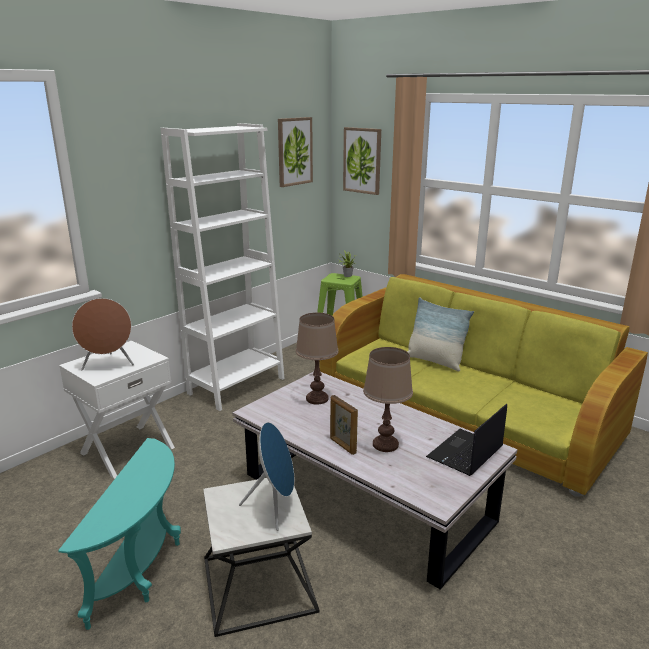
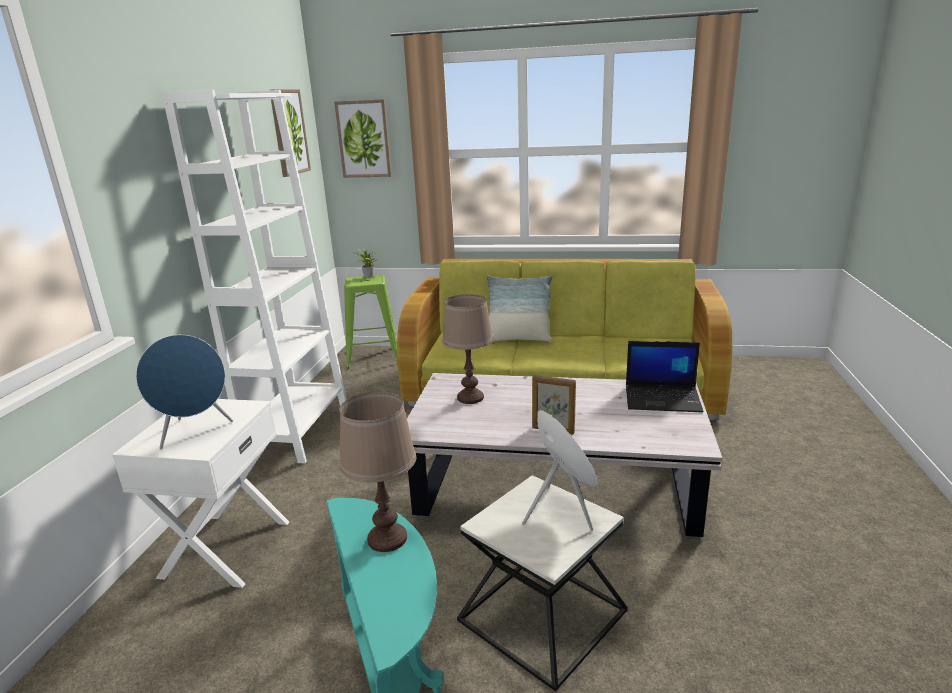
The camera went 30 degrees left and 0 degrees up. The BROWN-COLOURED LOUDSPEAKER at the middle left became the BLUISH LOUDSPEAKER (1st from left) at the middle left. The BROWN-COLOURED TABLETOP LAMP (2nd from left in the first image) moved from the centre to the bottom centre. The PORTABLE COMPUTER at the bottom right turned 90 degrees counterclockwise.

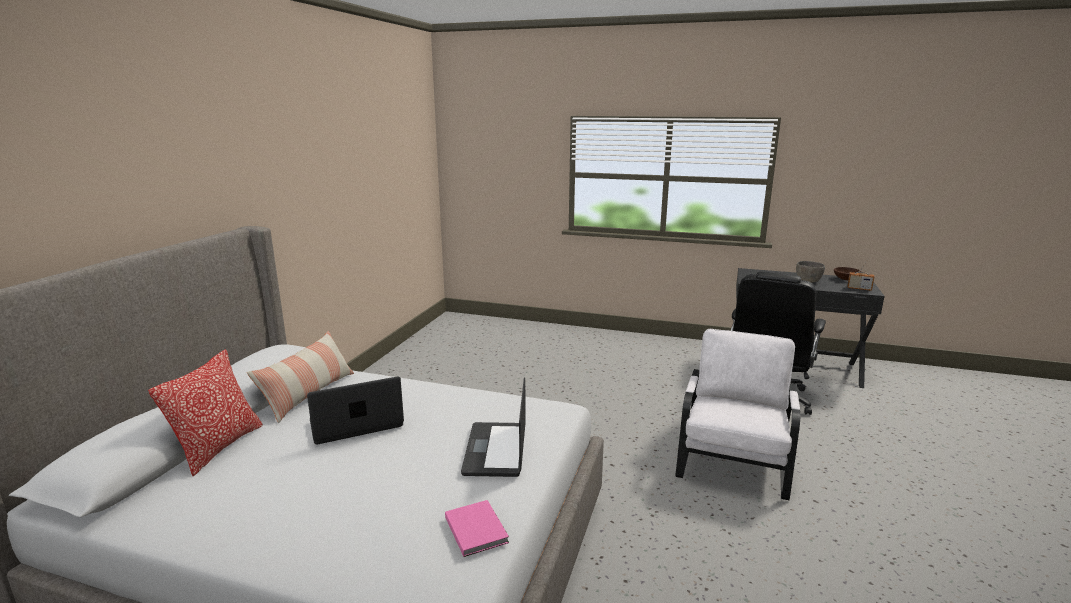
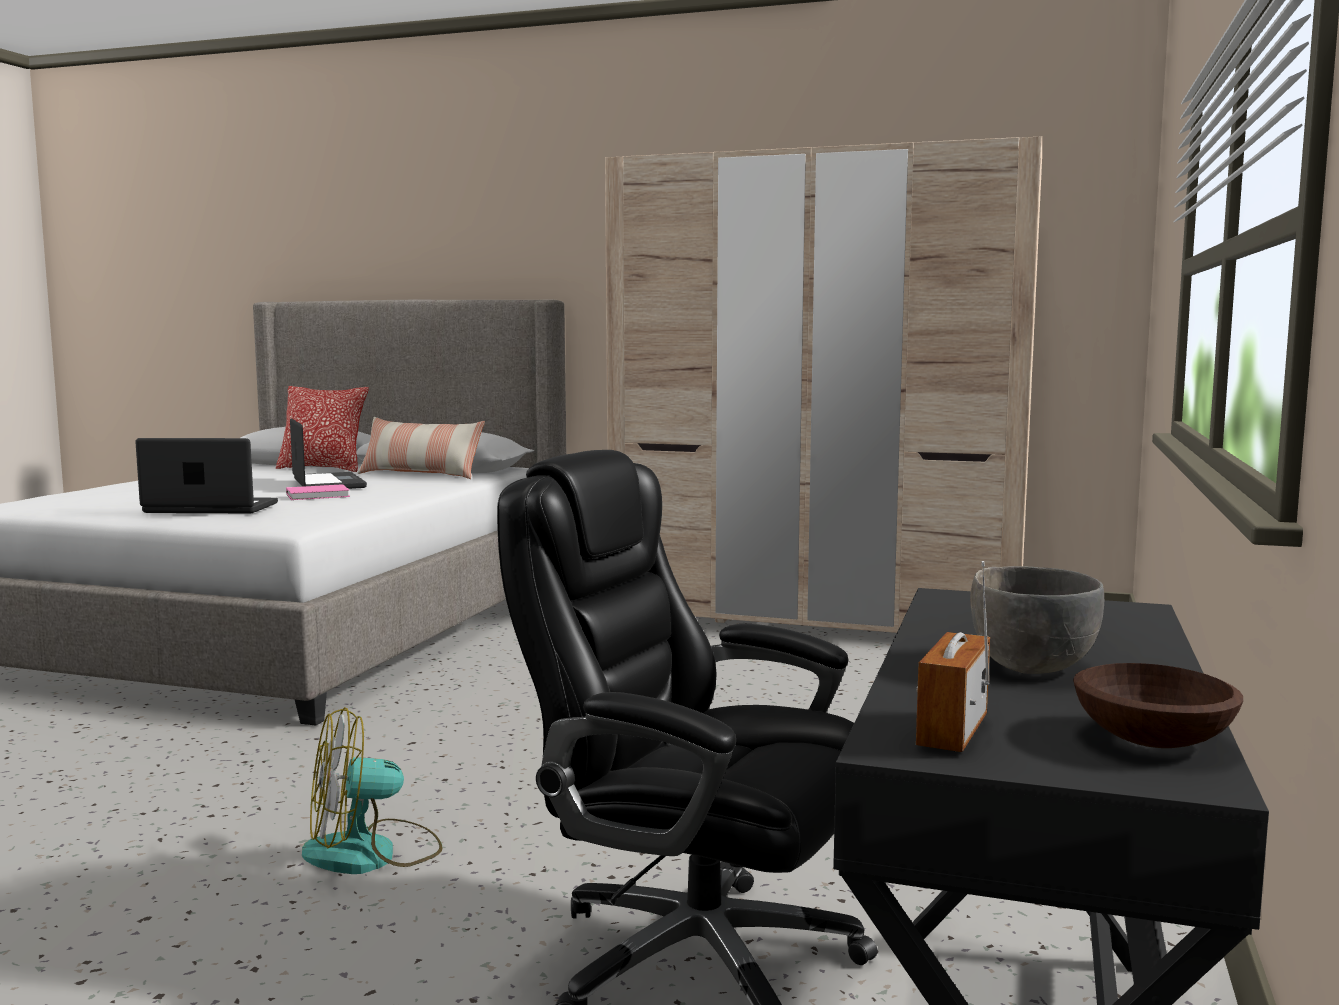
The camera went 90 degrees right and 10 degrees down. The WHITISH EASY CHAIR at the bottom right was replaced by the FAN at the bottom left. The PINKISH BOUND BOOK moved from the bottom centre to the middle left. The BEIGE ARMOIRE at the centre appeared.

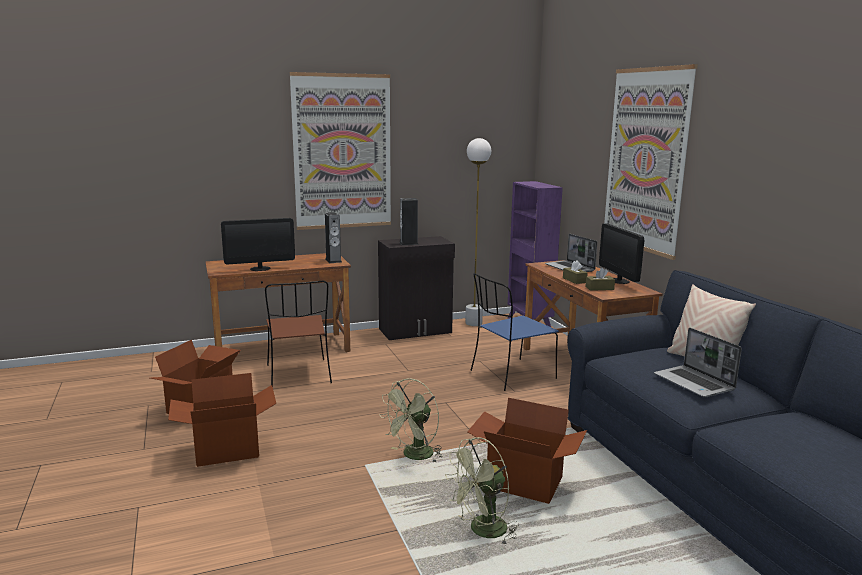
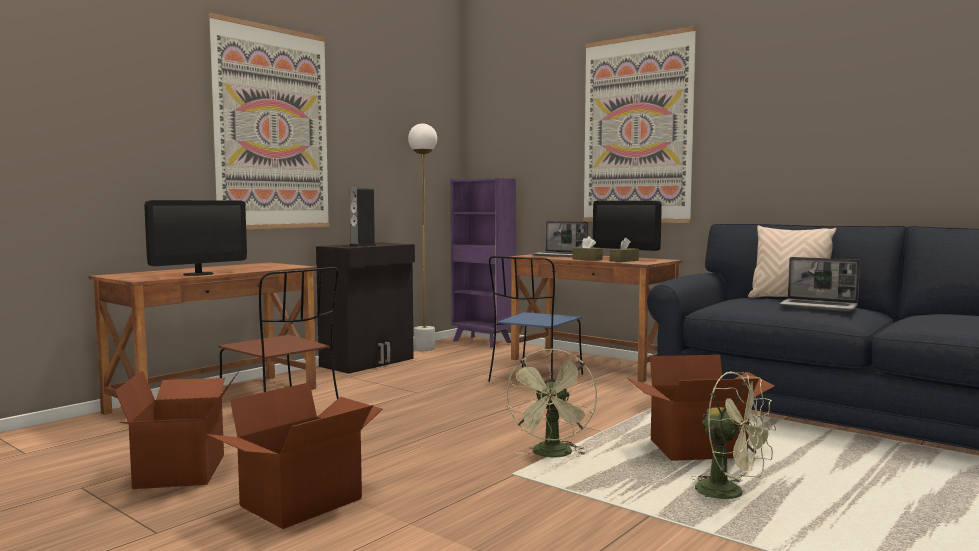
The camera went 30 degrees left and 10 degrees down. The LOUDSPEAKER (1st from left) at the centre disappeared. The GREEN FAN (2nd from left) at the bottom centre turned 75 degrees counterclockwise.

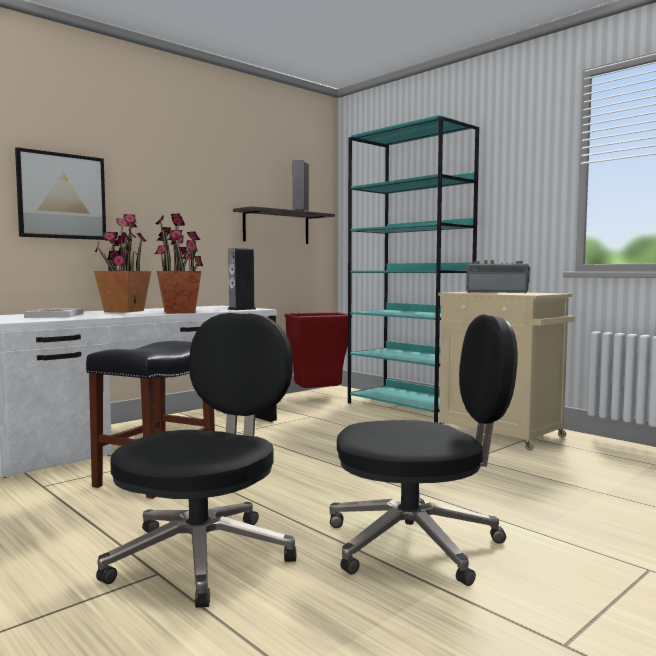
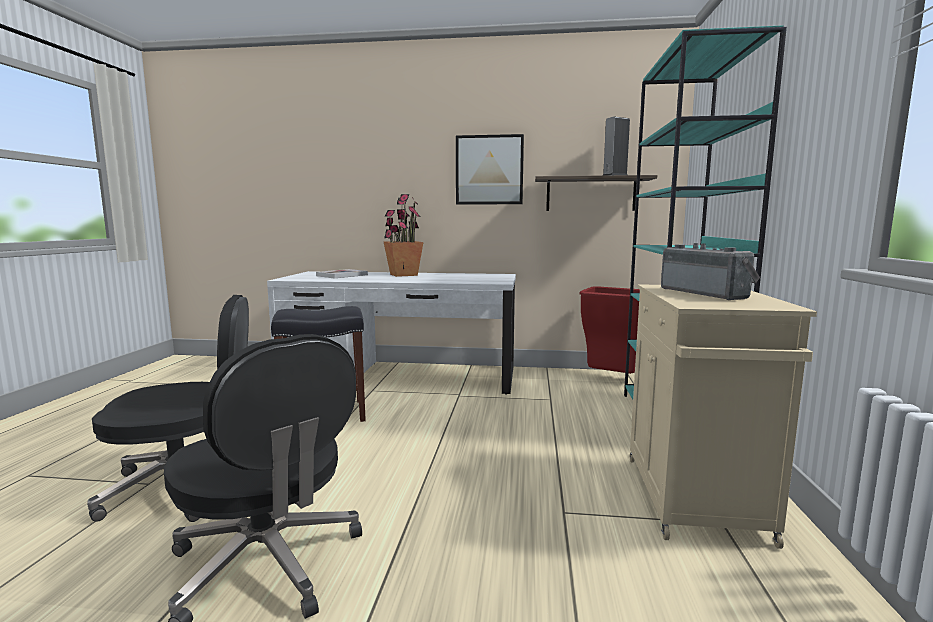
The camera went 50 degrees right and 5 degrees up. The WALL PICTURE moved from the top left to the top centre. The POTTED PLANT (2nd from left) at the middle left disappeared. The LOUDSPEAKER (1st from left) at the centre disappeared.

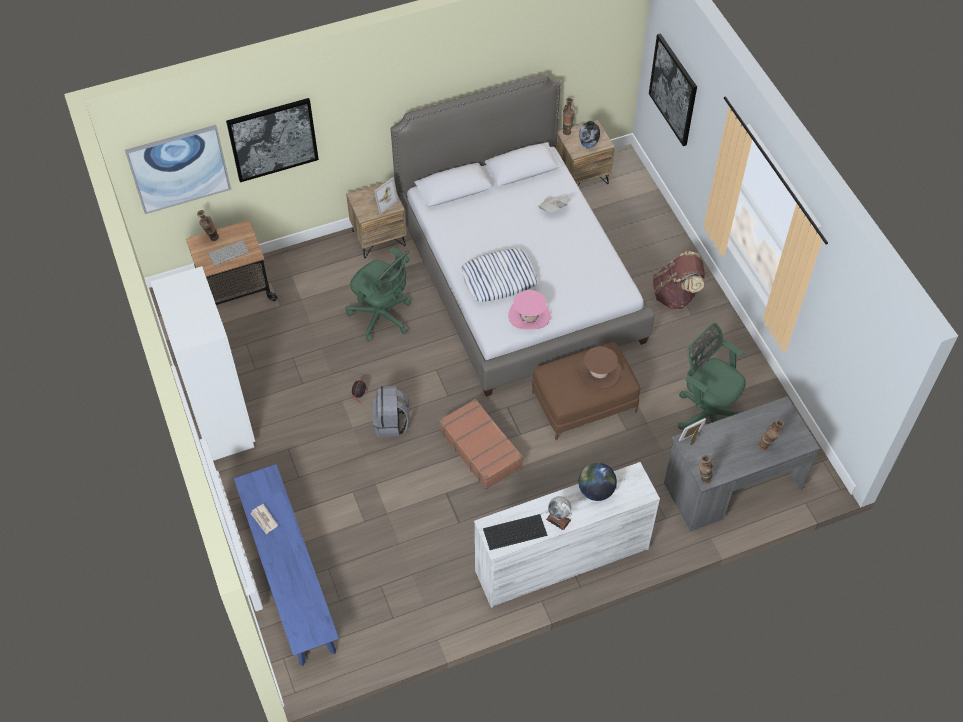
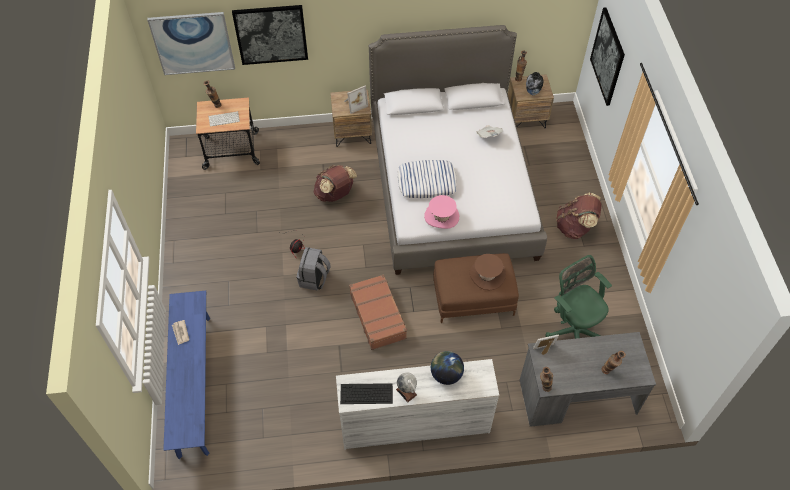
The camera went 15 degrees right and 0 degrees up. The GREEN OFFICE CHAIR (1st from left) at the centre was replaced by the BROWN-COLOURED RUCKSACK (1st from left) at the centre. The WHITISH ARMOIRE at the middle left disappeared.

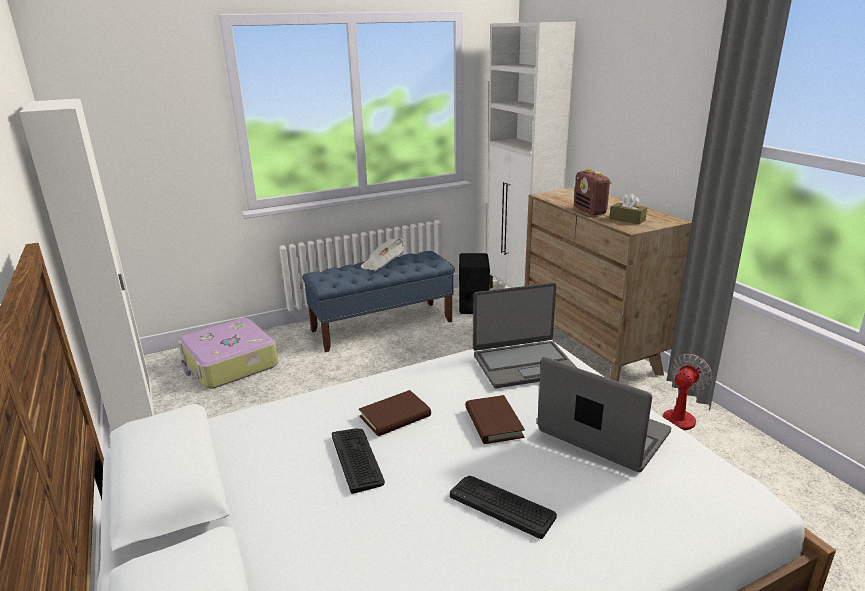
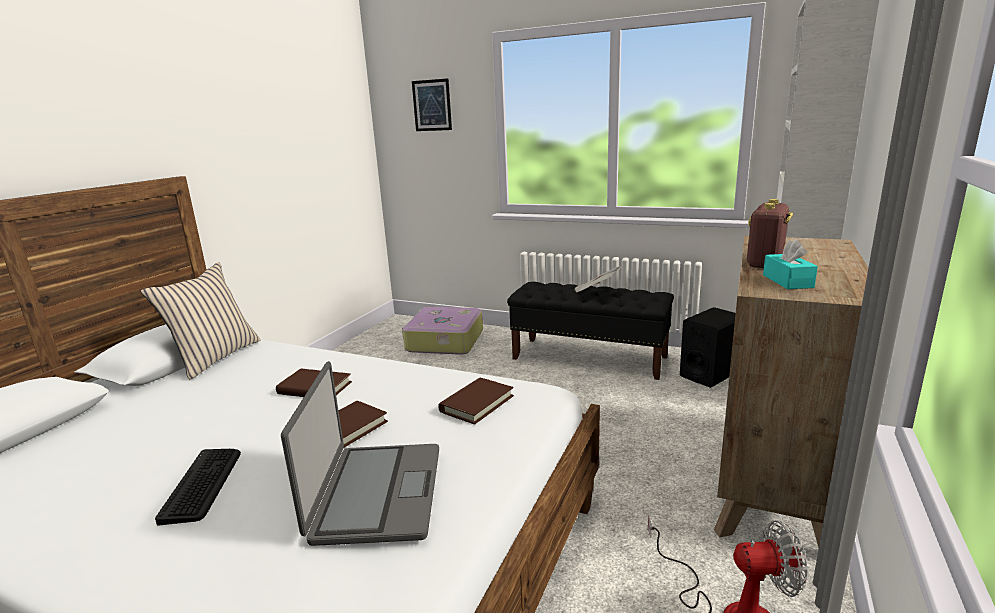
The camera went 50 degrees right and 5 degrees down. The WHITISH ARMOIRE at the middle left disappeared. The BROWN-COLOURED TISSUE BOX at the middle right became the TURQUOISE TISSUE BOX at the middle right. The BLUISH BENCH at the centre became the BLACK-COLOURED BENCH at the centre. The PORTABLE COMPUTER (1st from left) at the centre was replaced by the BROWN-COLOURED BOUND BOOK (3rd from left) at the centre. The COMPUTER KEYBOARD (1st from left) at the bottom centre disappeared. The WALL PICTURE at the top centre appeared. The BEIGE THROW PILLOW at the middle left appeared.

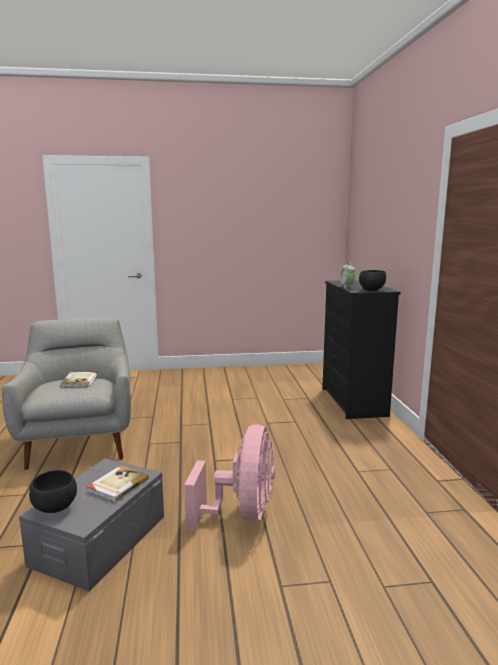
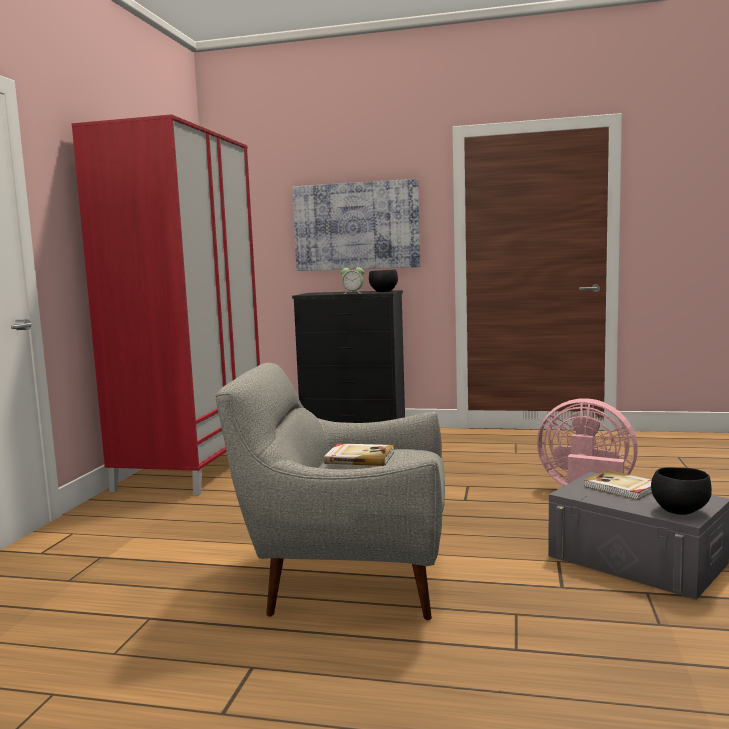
The camera went 70 degrees left and 5 degrees down. The RED-COLOURED ARMOIRE at the middle left appeared. The WALL PICTURE at the top centre appeared.

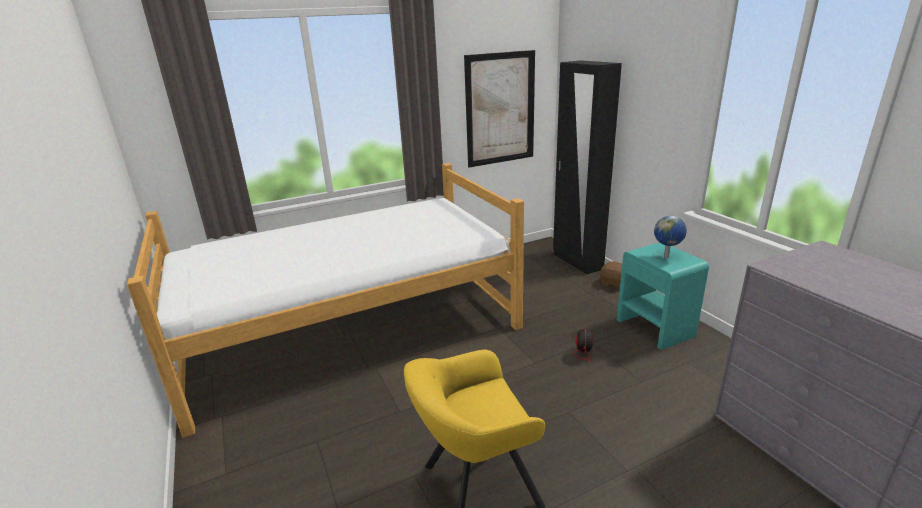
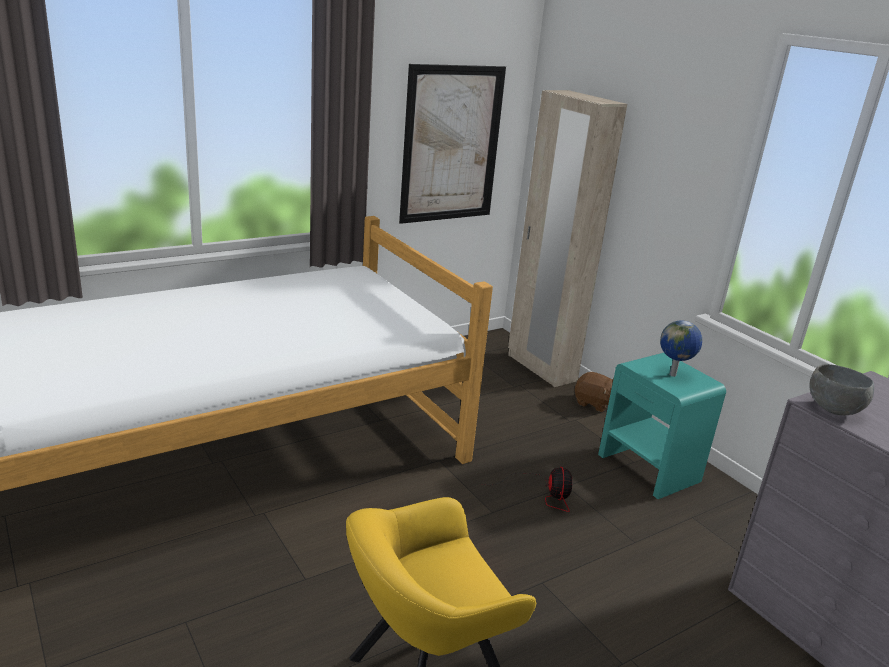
The camera went 10 degrees left and 0 degrees up. The BLACK-COLOURED ARMOIRE at the top centre became the BEIGE ARMOIRE at the centre. The GREY SERVING BOWL at the middle right appeared.

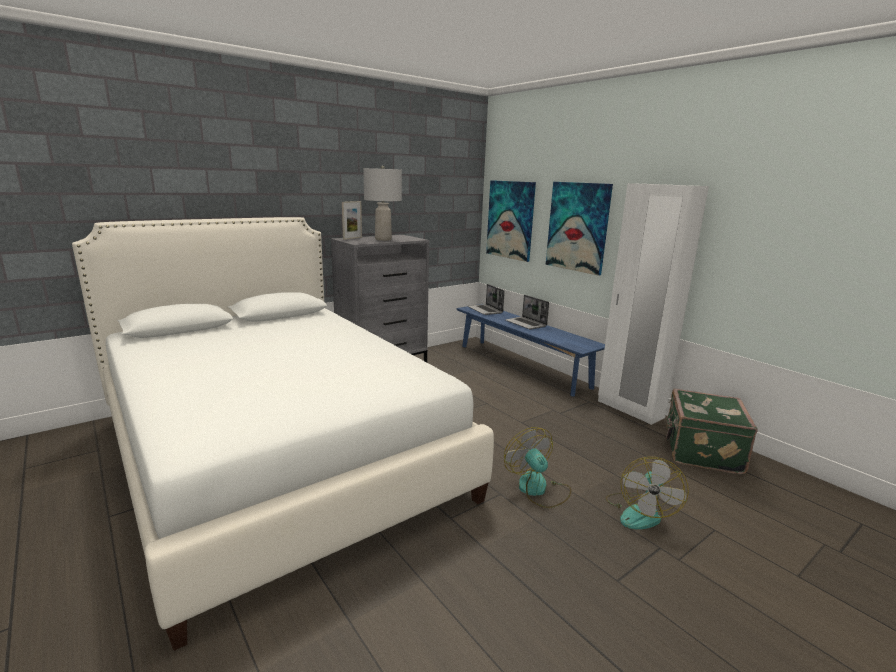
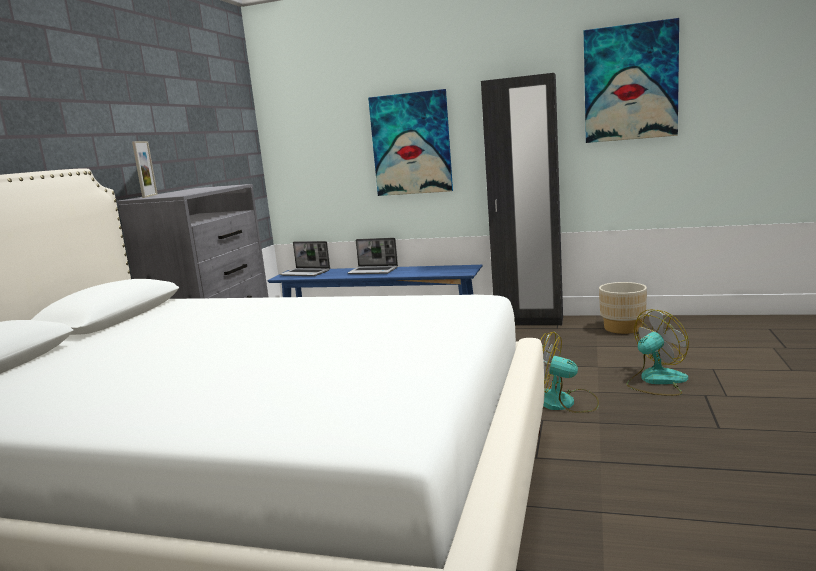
The camera went 35 degrees left and 5 degrees down. The GREY TABLETOP LAMP at the top centre disappeared. The WALL PICTURE (1st from left in the first image) moved from the top centre to the top right. The WHITISH ARMOIRE at the middle right became the BLACK-COLOURED ARMOIRE at the centre. The GREEN SUITCASE at the middle right was replaced by the BEIGE PLANTER at the middle right. The FAN (2nd from left) at the bottom right turned 105 degrees counterclockwise.

